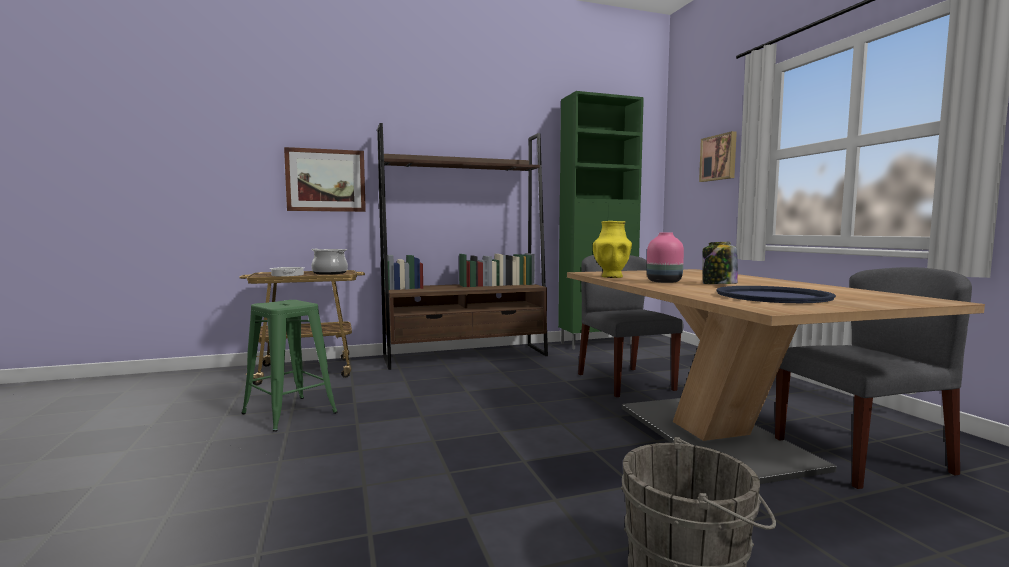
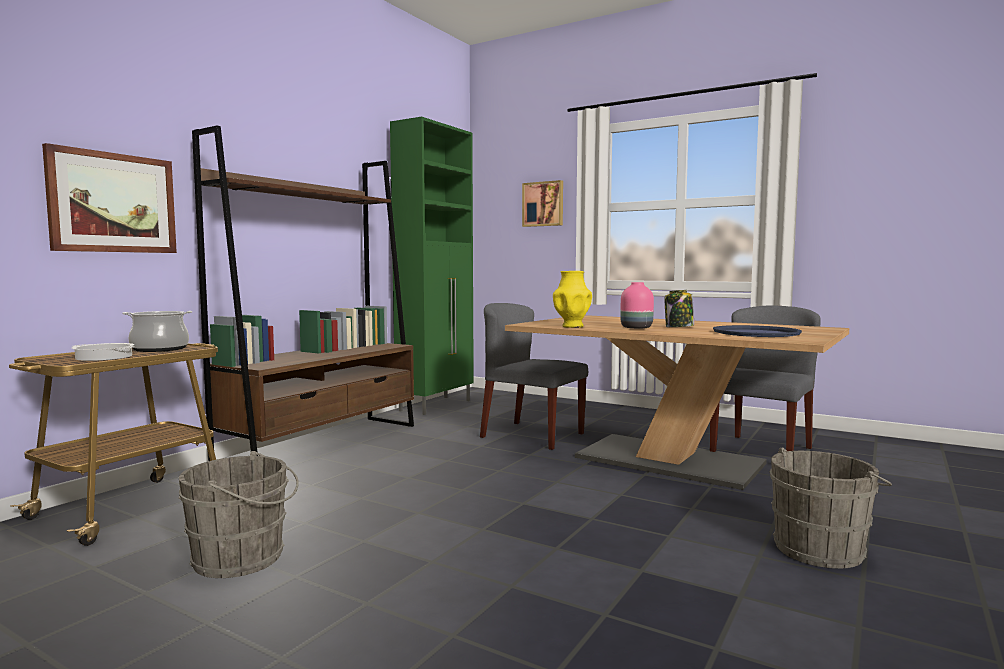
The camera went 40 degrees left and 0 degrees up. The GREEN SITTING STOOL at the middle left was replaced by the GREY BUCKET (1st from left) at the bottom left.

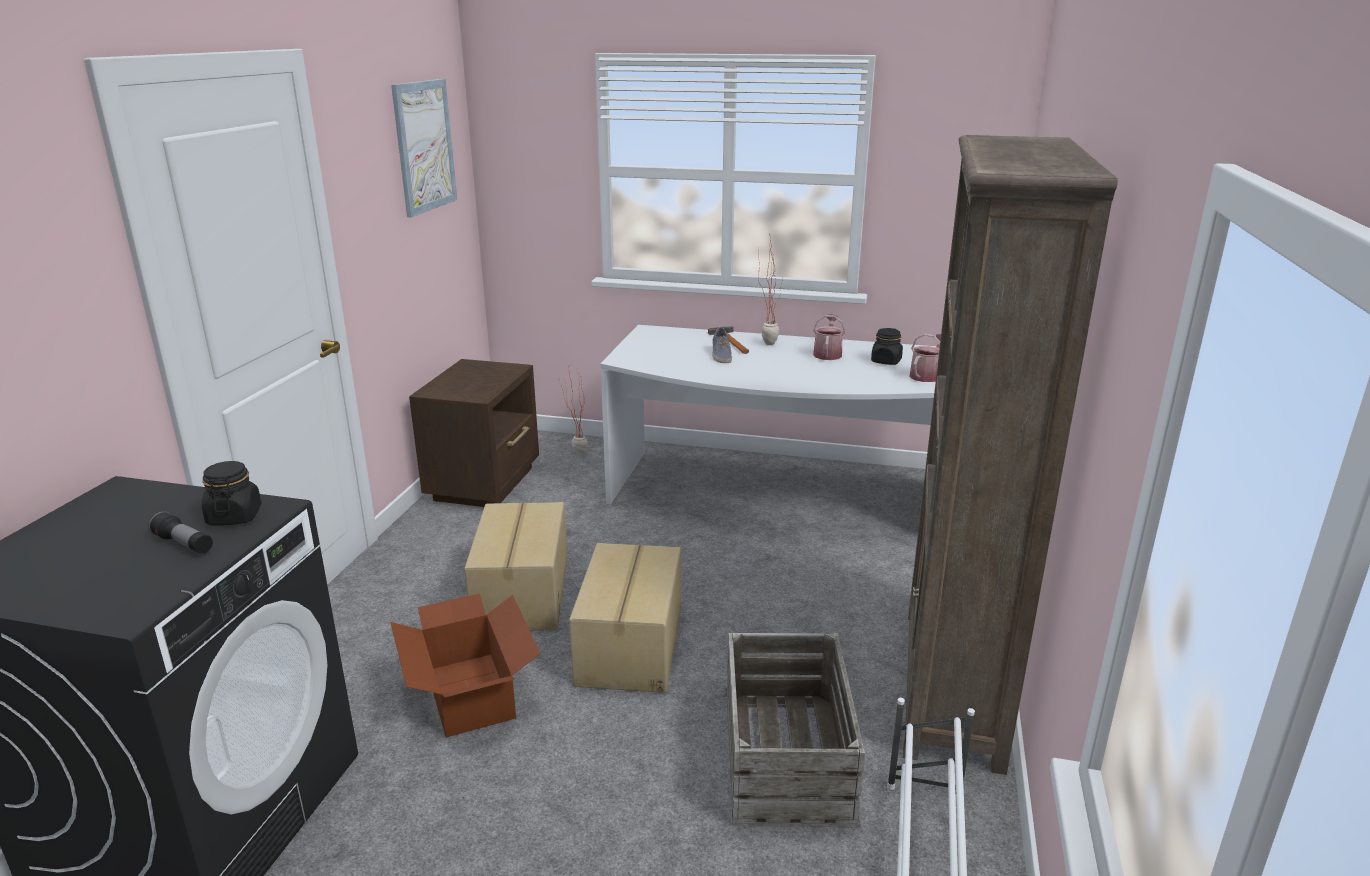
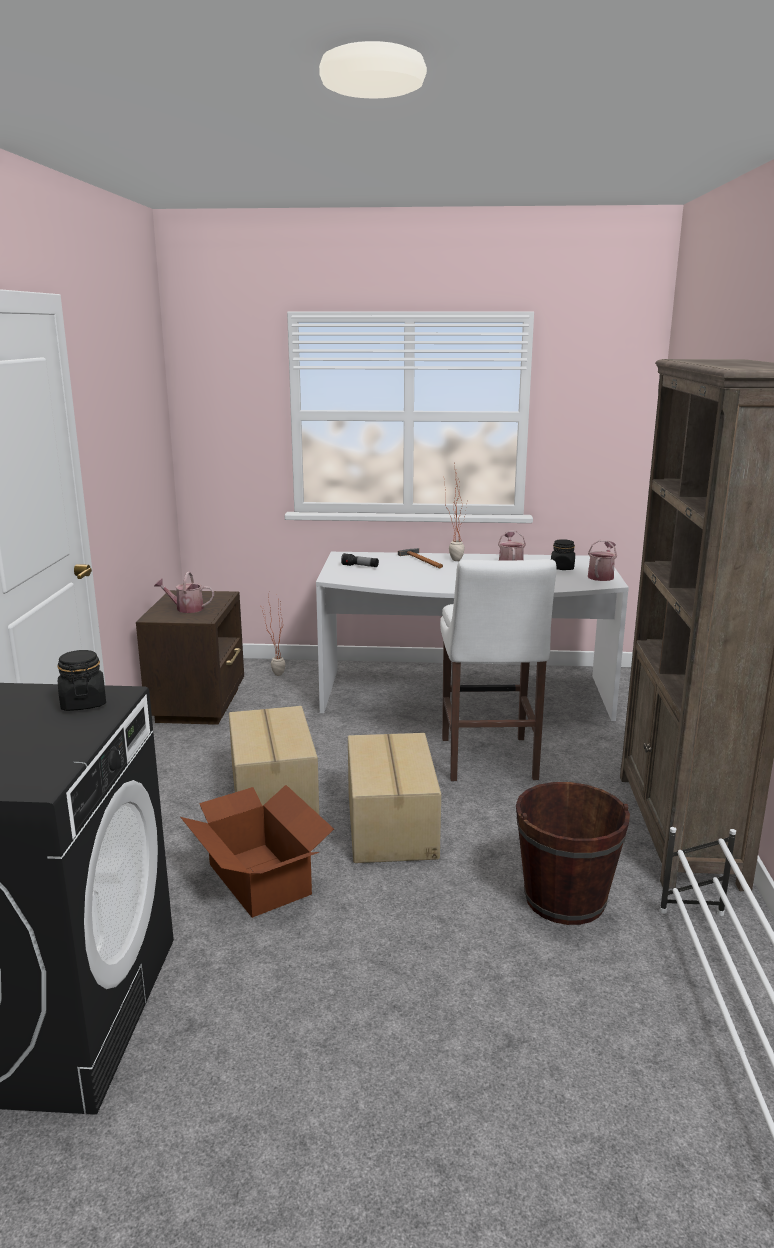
The camera went 10 degrees left and 5 degrees down. The WALL PICTURE at the top left disappeared. The LOW SHOE at the centre disappeared. The HAND TORCH moved from the middle left to the centre. The CRATE at the bottom centre was replaced by the BROWN-COLOURED BUCKET at the bottom right. The WHITISH SITTING STOOL at the centre appeared. The SPRINKLING CAN (1st from left) at the middle left appeared.

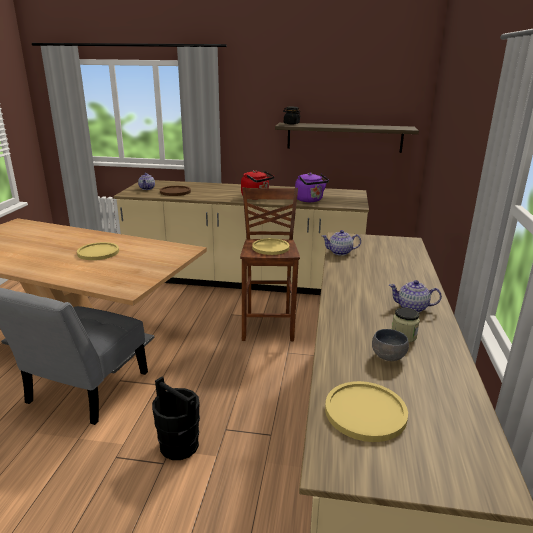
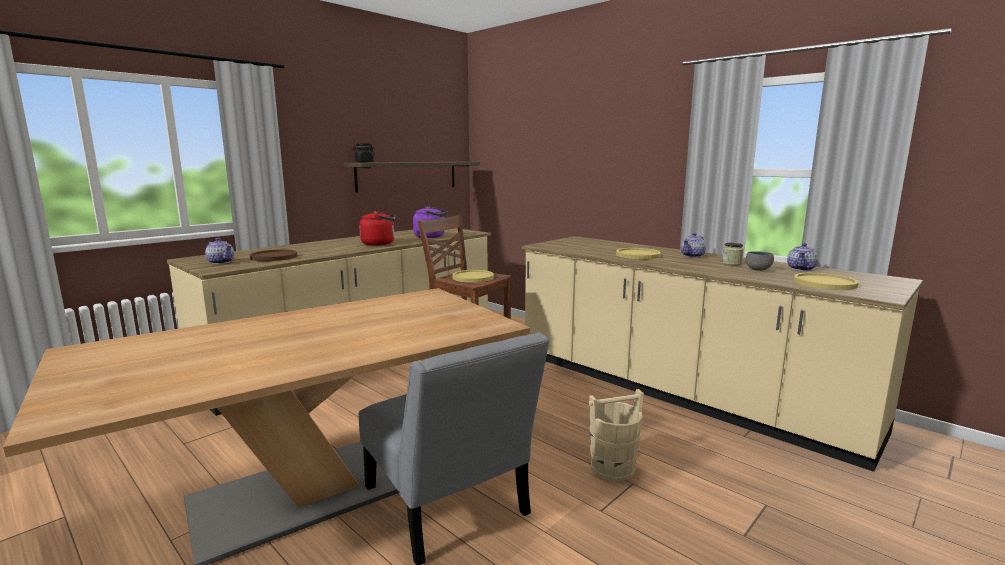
The camera went 55 degrees left and 10 degrees down. The POT FOR TEA (2nd from left in the first image) moved from the centre to the middle right. The YELLOWISH PLATE (1st from left in the first image) moved from the middle left to the centre. The BLACK-COLOURED BUCKET at the bottom left became the BEIGE BUCKET at the bottom centre.

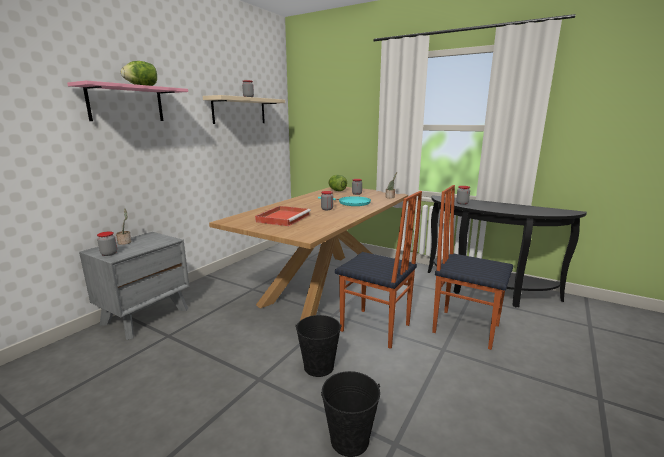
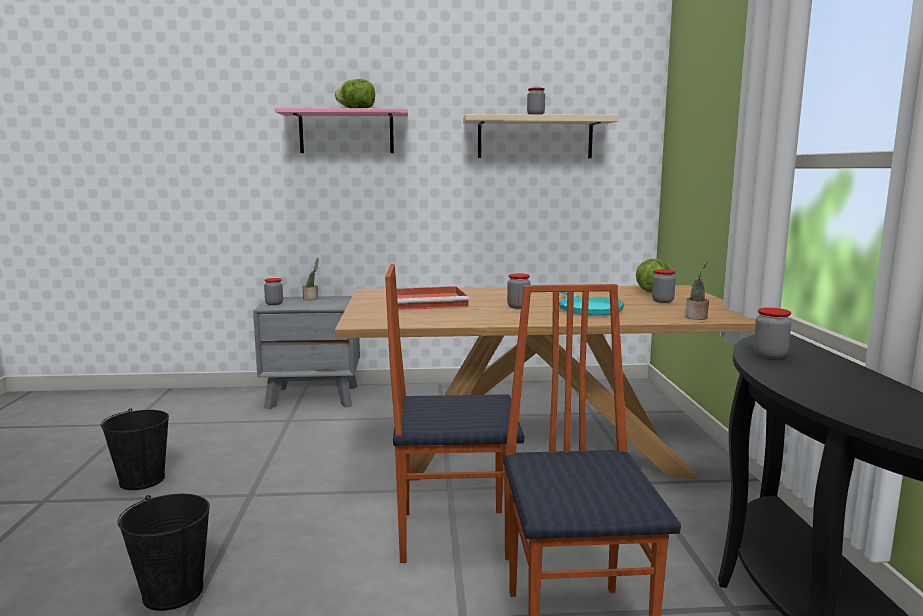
The camera went 55 degrees right and 5 degrees down. The PLAIN CHAIR (1st from left) at the centre turned 90 degrees clockwise. The BLACK-COLOURED BUCKET (1st from left) moved from the bottom centre to the bottom left.

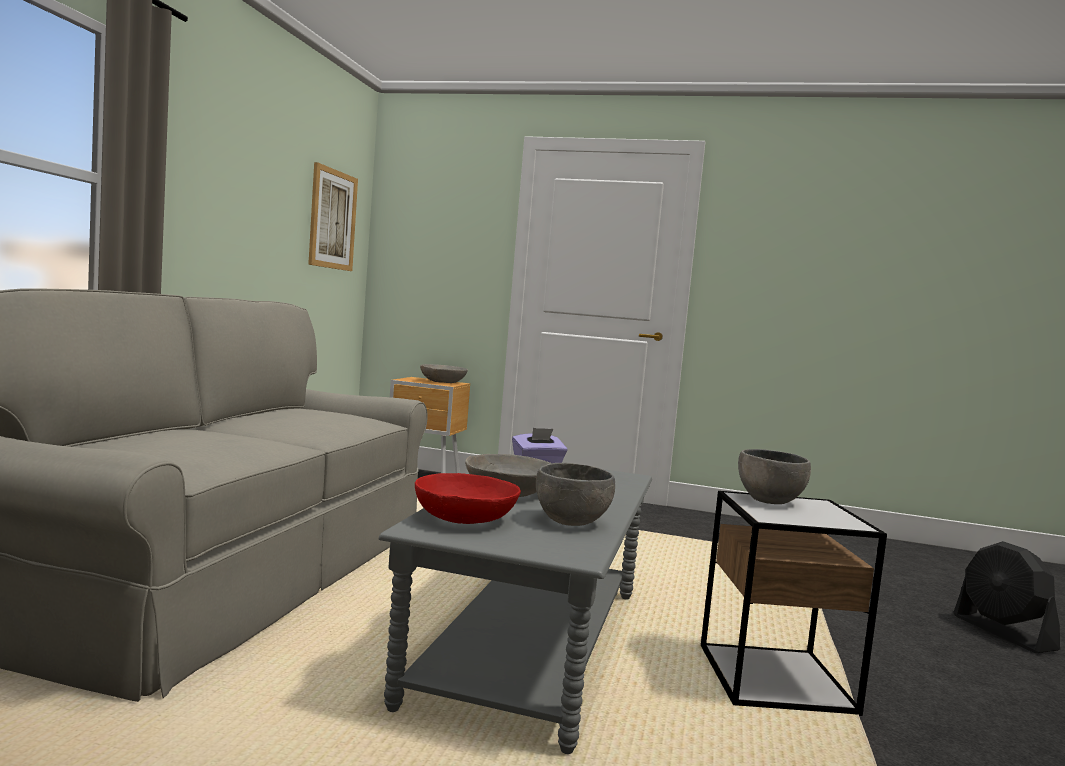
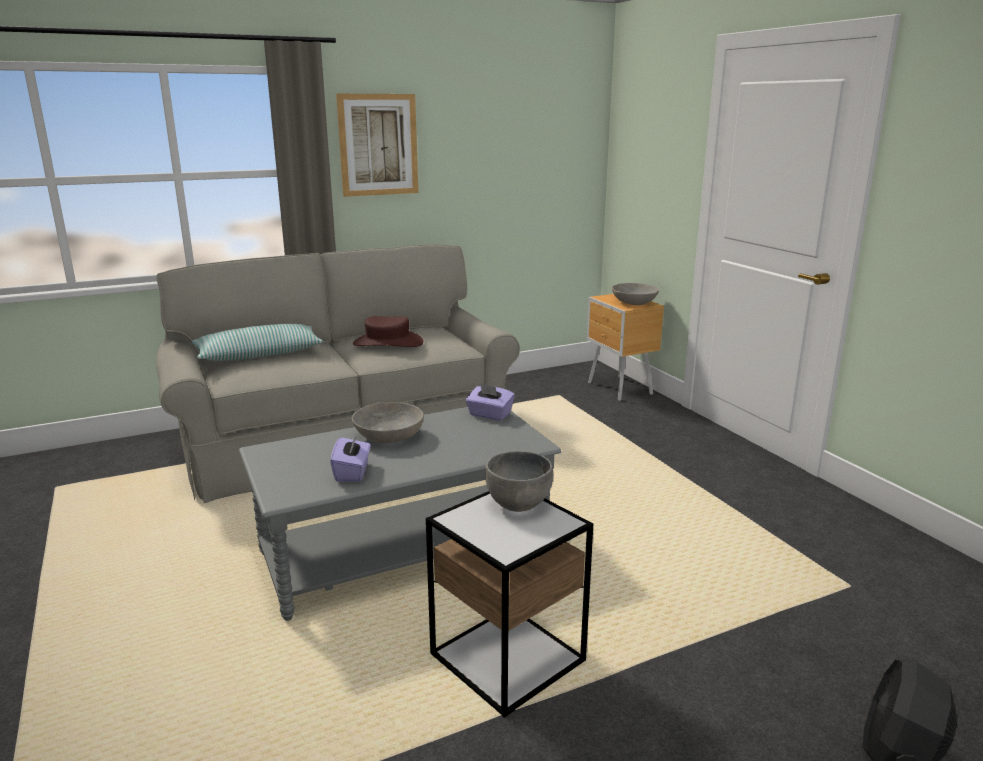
The camera went 50 degrees right and 15 degrees up. The WALL PICTURE moved from the top left to the top centre. The GREY SERVING BOWL (3rd from left) at the centre was replaced by the PURPLE-COLOURED TISSUE BOX (1st from left) at the centre. The RED-COLOURED SERVING BOWL at the centre disappeared. The BROWN-COLOURED WEARABLE HAT at the centre appeared. The THROW PILLOW at the middle left appeared.

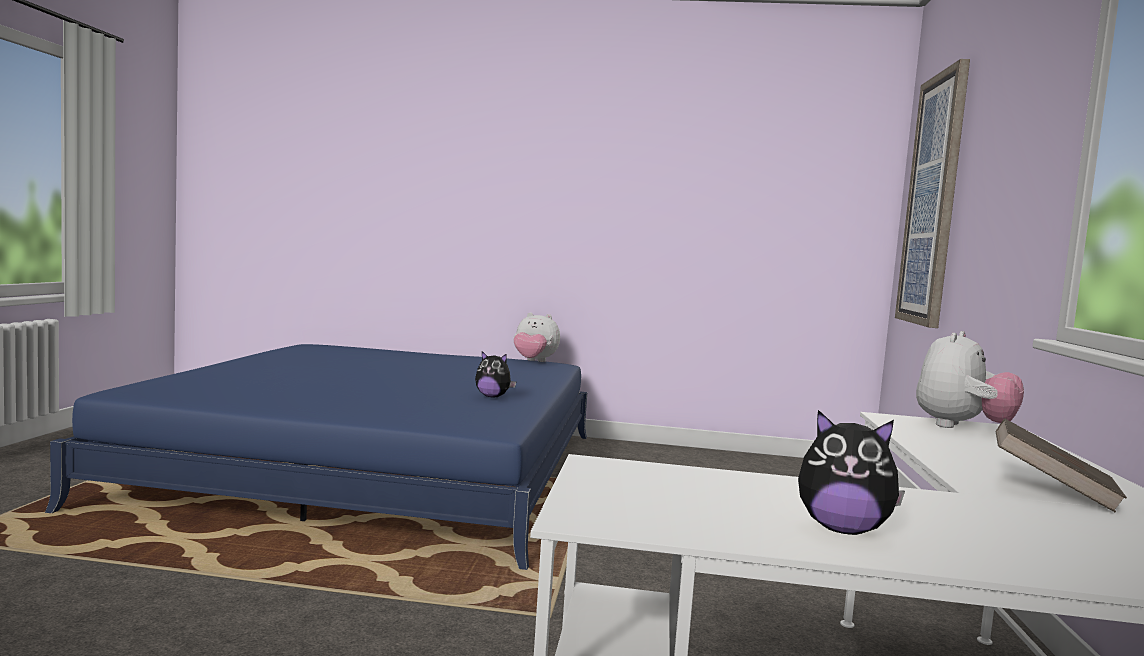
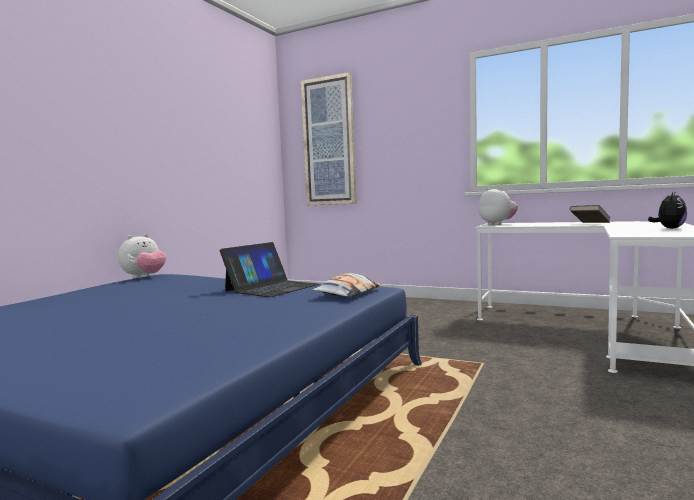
The camera went 70 degrees left and 0 degrees up. The PLUSH TOY (1st from left) at the centre was replaced by the PORTABLE COMPUTER at the centre. The THROW PILLOW at the centre appeared.

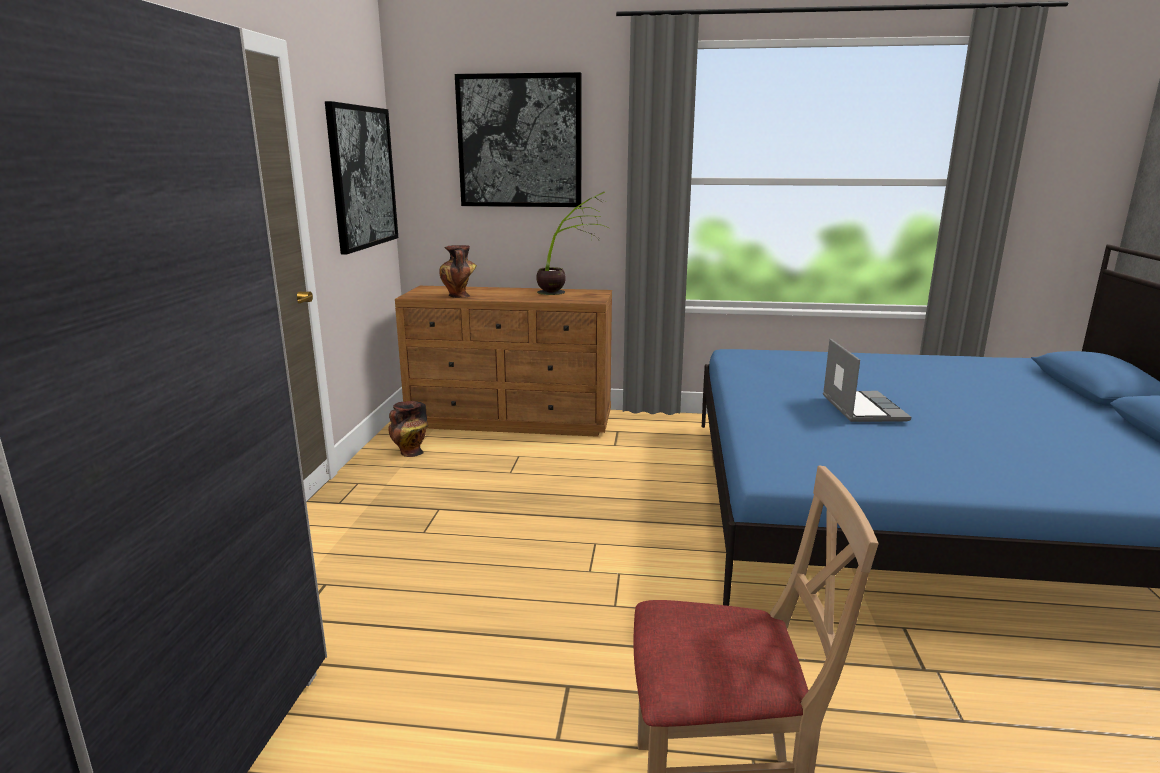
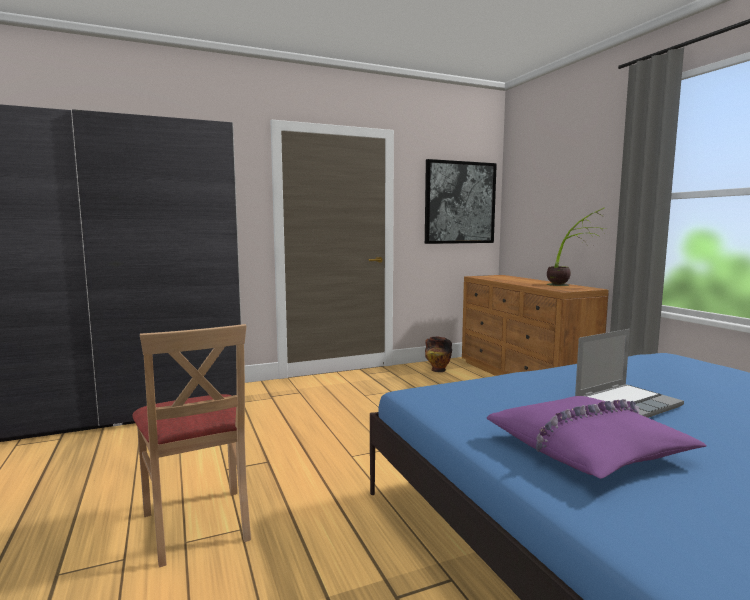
The camera went 60 degrees right and 10 degrees down. The WALL PICTURE (2nd from left) at the top centre disappeared. The FLOWER VASE (2nd from left) at the centre disappeared. The PURPLE-COLOURED THROW PILLOW at the bottom right appeared.

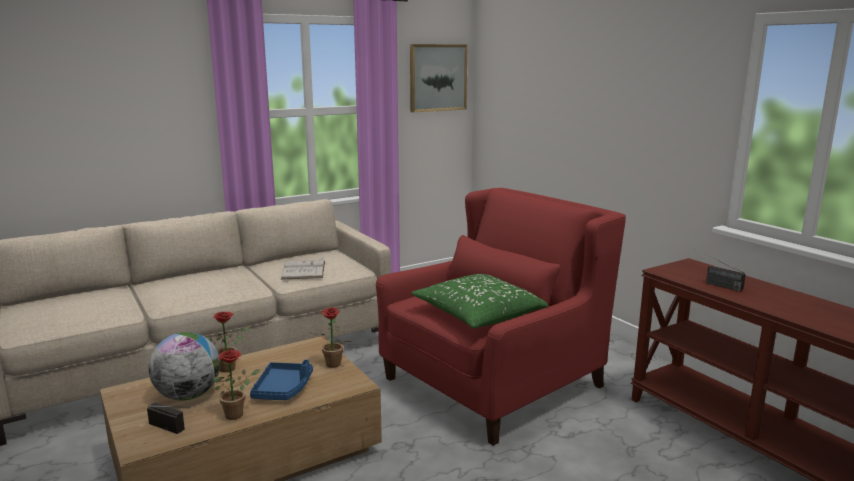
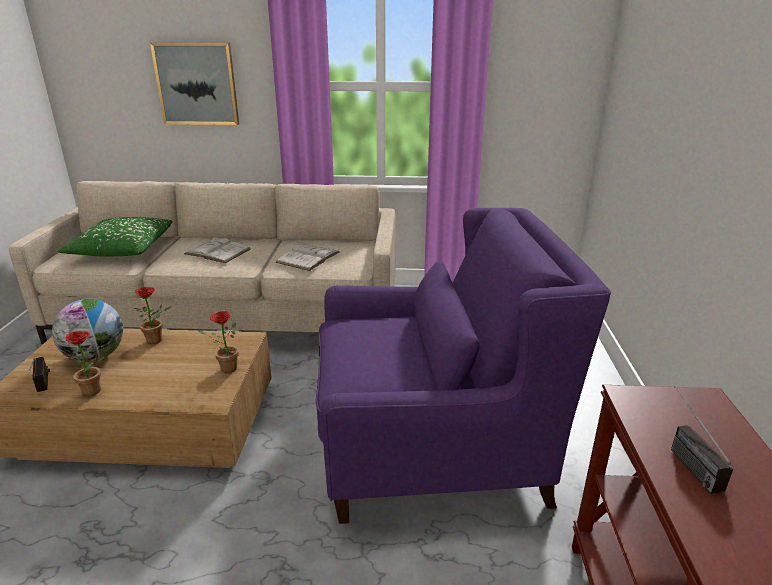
The camera went 35 degrees right and 10 degrees up. The WALL PICTURE moved from the top centre to the top left. The RED-COLOURED EASY CHAIR at the centre became the PURPLE-COLOURED EASY CHAIR at the centre. The GREEN THROW PILLOW moved from the centre to the middle left. The BLUISH TRAY at the bottom left disappeared. The WHITISH BOUND BOOK (1st from left) at the middle left appeared.

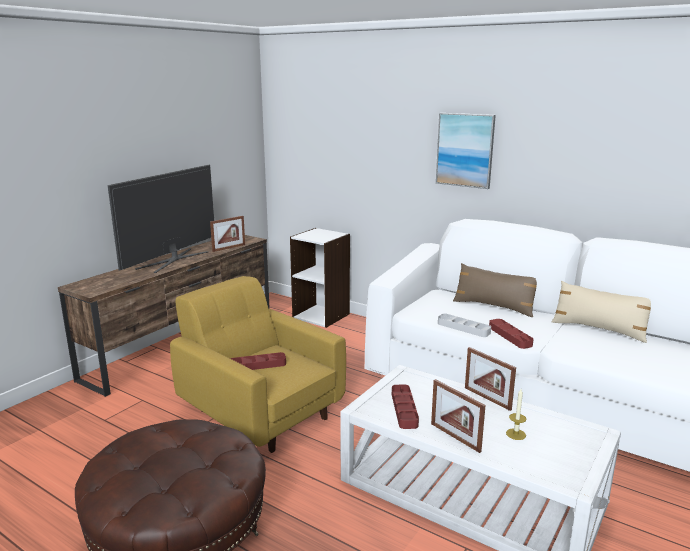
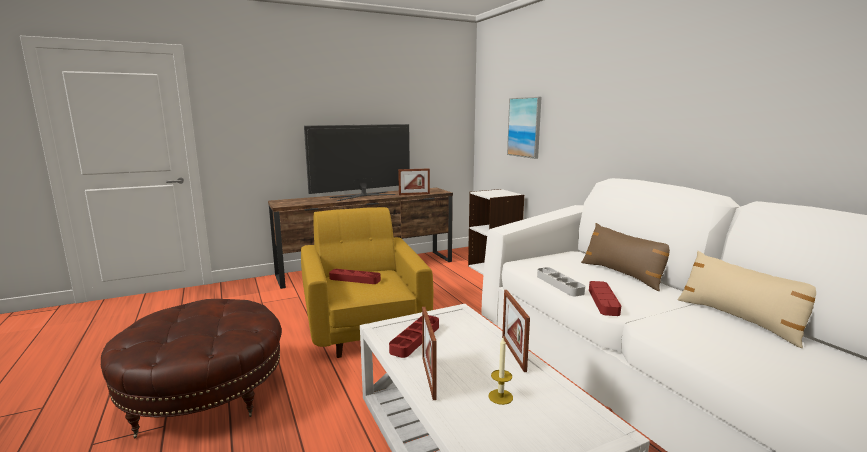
The camera went 30 degrees right and 5 degrees down. The WALL PICTURE moved from the top right to the top centre.

